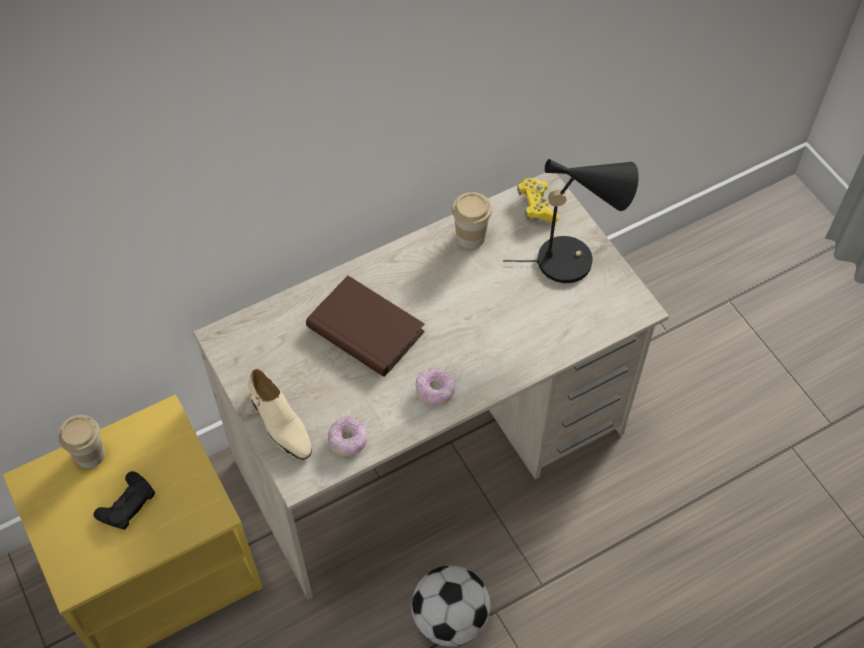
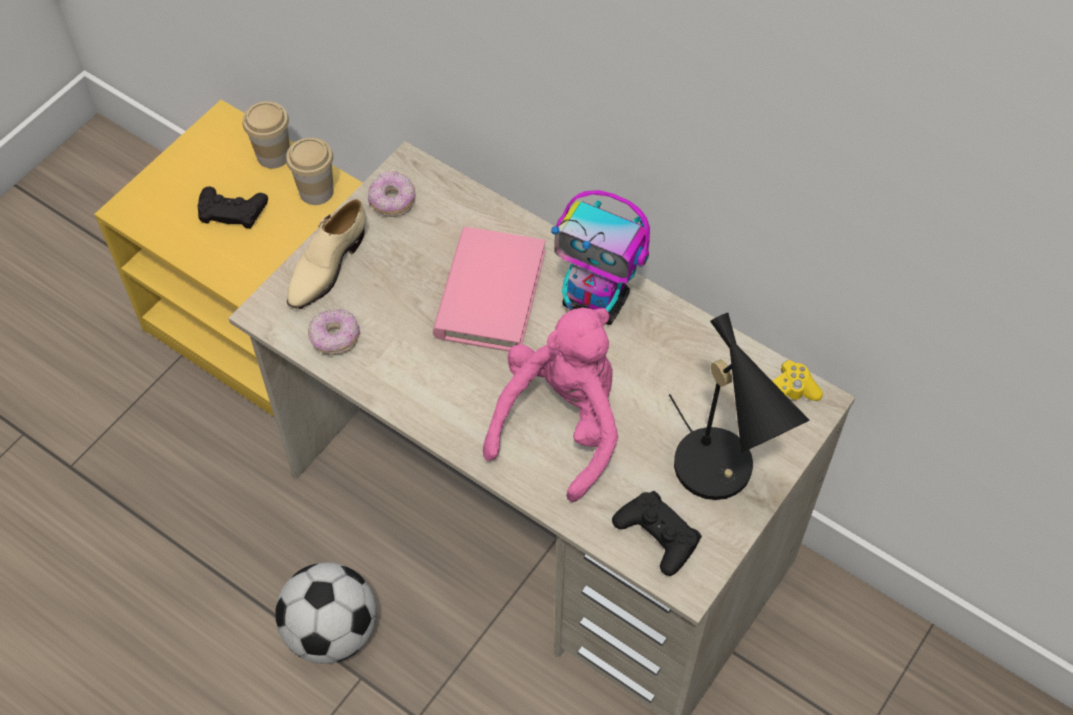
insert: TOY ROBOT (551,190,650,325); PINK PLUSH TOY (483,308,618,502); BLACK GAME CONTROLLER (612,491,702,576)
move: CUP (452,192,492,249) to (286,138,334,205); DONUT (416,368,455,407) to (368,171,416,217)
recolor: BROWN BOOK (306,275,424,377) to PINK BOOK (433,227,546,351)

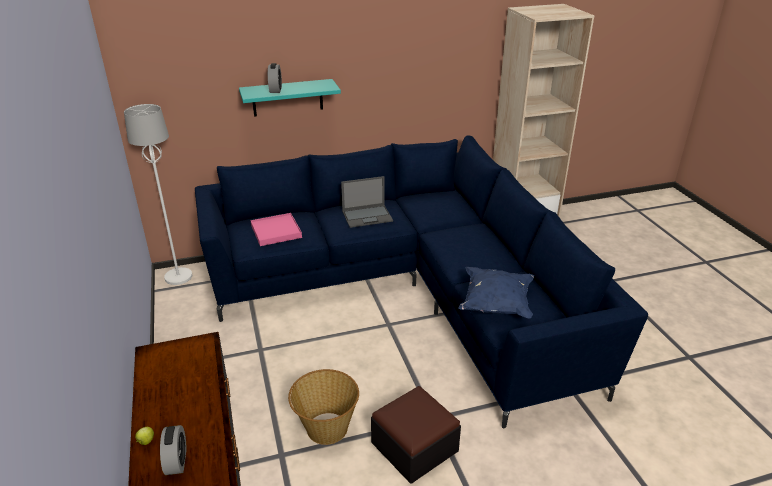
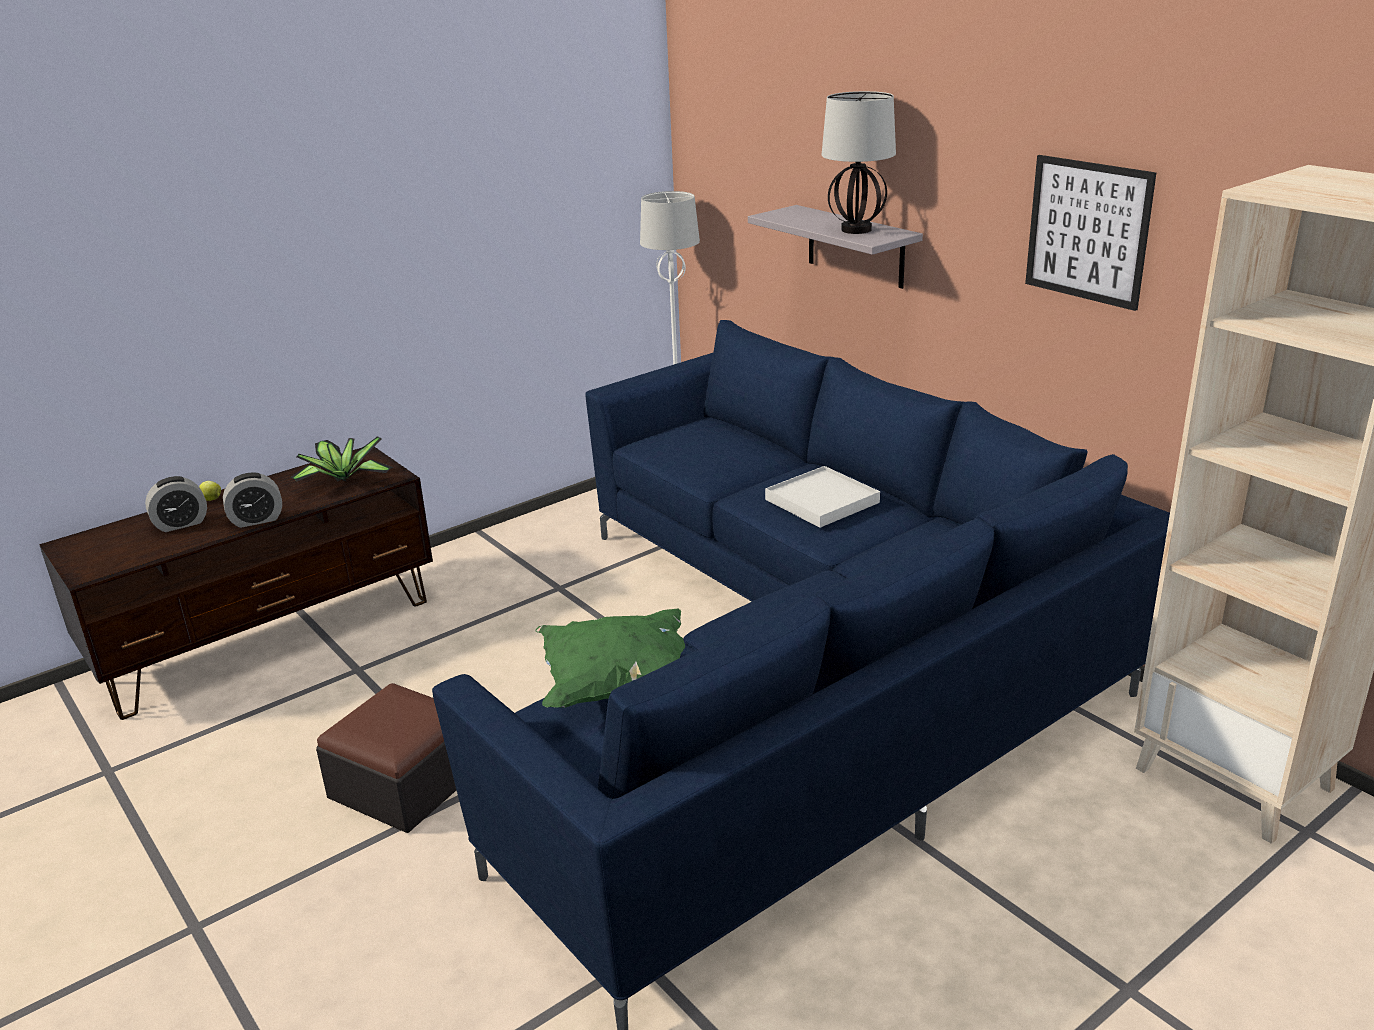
delete: PINK TRAY (251,213,302,246); BASKET (288,369,359,445)
insert: TABLE LAMP (821,91,896,234); PICTURE (1025,155,1156,311); POTTED PLANT (290,436,394,482)
move: ALARM CLOCK (268,63,282,93) to (223,473,282,528)
replace: LAPTOP (341,176,393,228) to WHITE TRAY (765,466,880,528)
recolor: TURQUOISE SHELF (239,79,341,117) to GREY SHELF (748,205,923,289); BLUE PILLOW (458,267,534,318) to GREEN PILLOW (535,608,685,708)

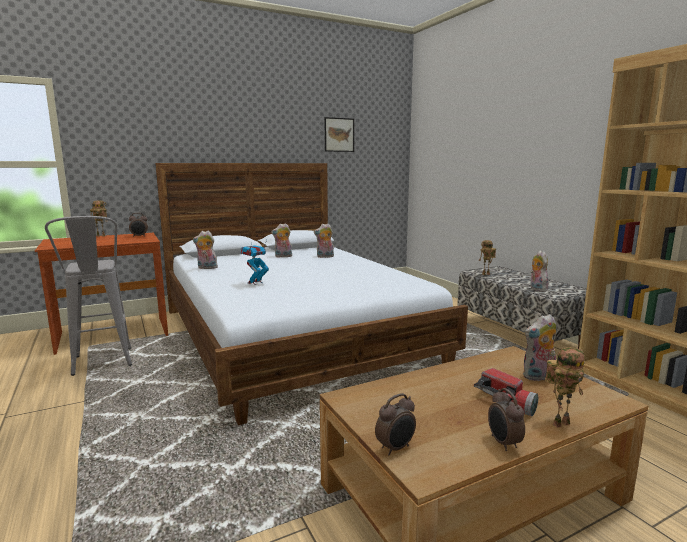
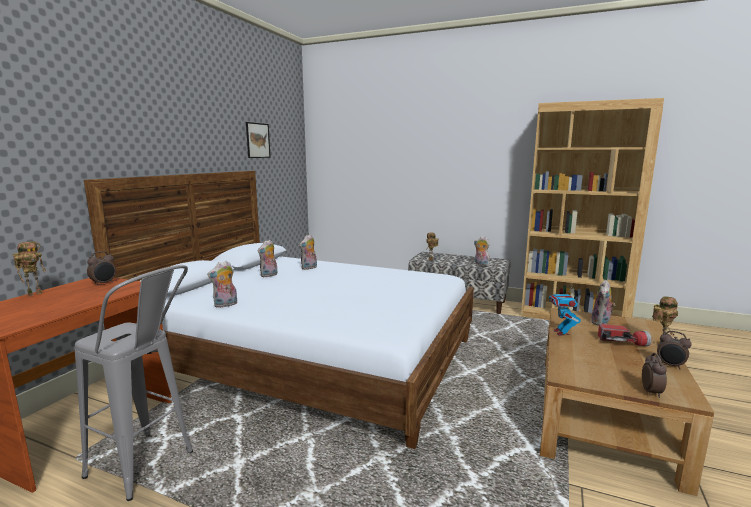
move: TOY ROBOT (241,240,269,285) to (549,286,581,336)

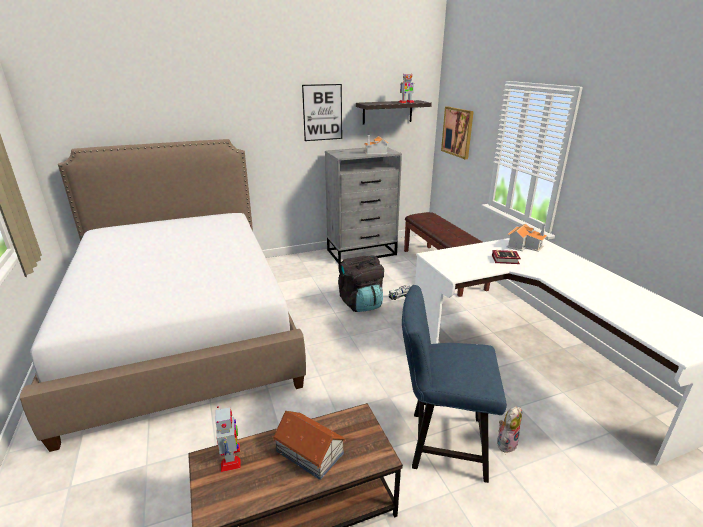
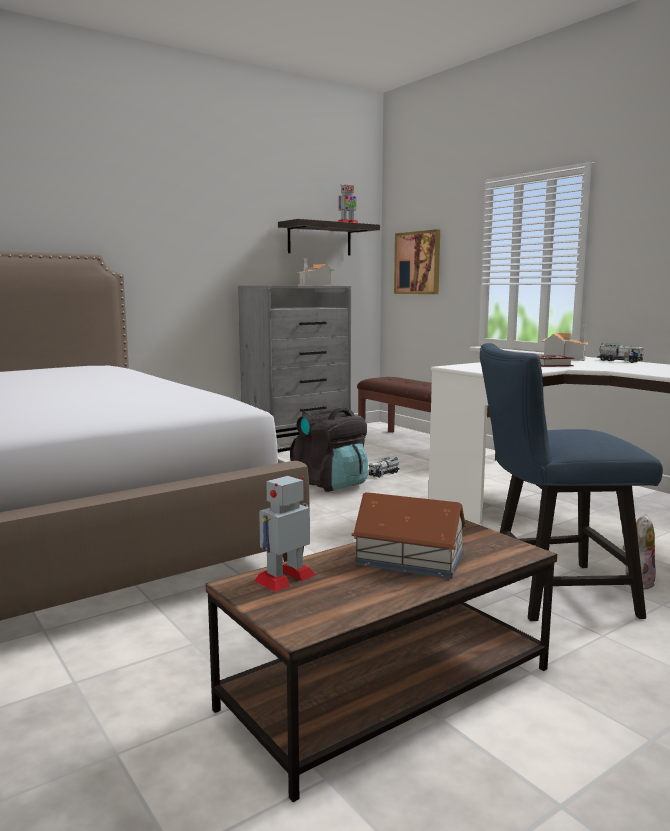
delete: PICTURE (302,84,342,141)
insert: TOY TRUCK (597,343,644,363)
rotate: TOY ROBOT (216,406,241,472) = (254,476,316,592) 105 degrees counterclockwise

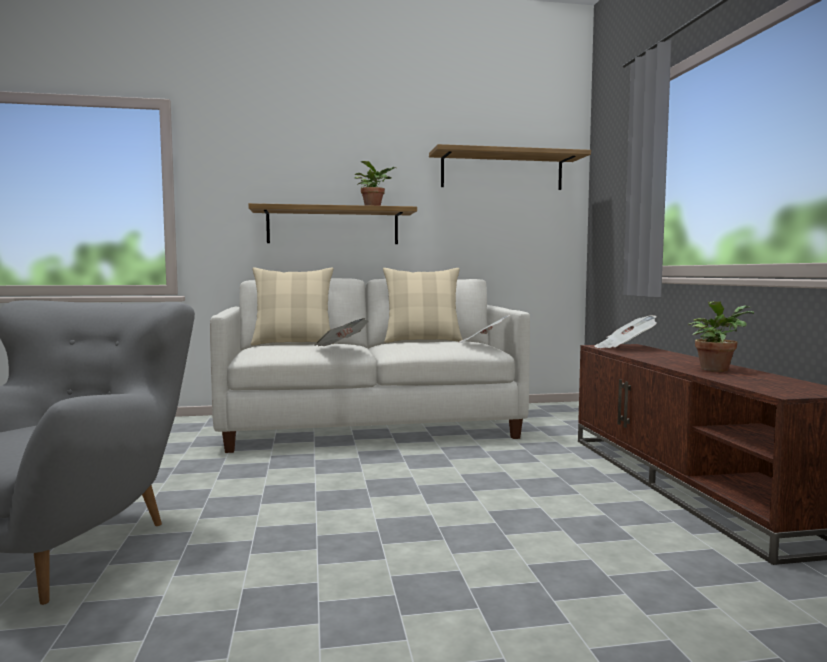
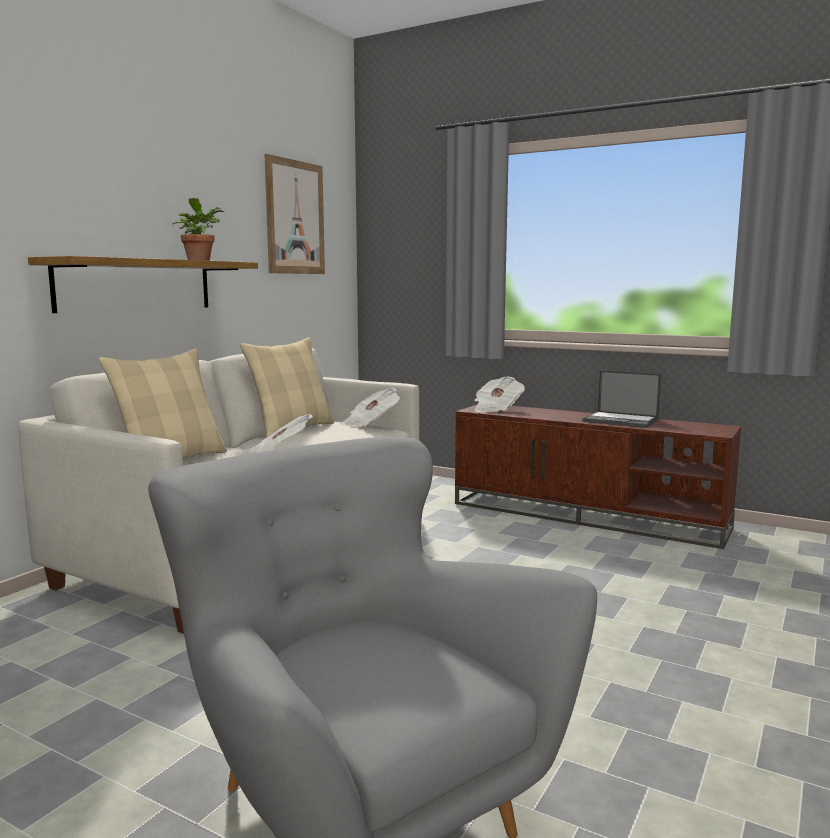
replace: SHELF (429,144,591,190) to PICTURE (265,154,325,274); POTTED PLANT (688,301,754,372) to LAPTOP (583,370,662,428)

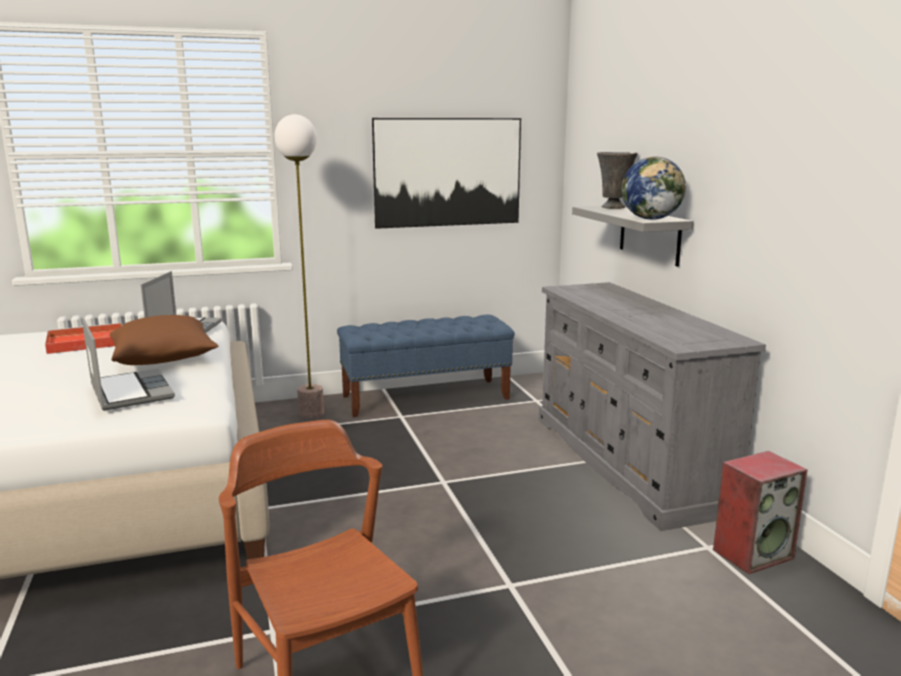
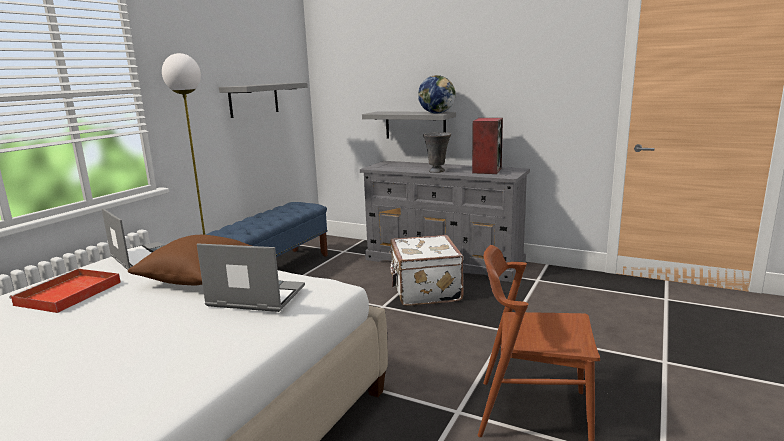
insert: WHITE SUITCASE (389,235,464,306)
move: GREY VASE (597,152,638,209) to (423,132,451,173); SPEAKER (713,451,808,574) to (472,118,503,174)
replace: PICTURE (372,118,521,229) to GREY SHELF (219,83,308,118)

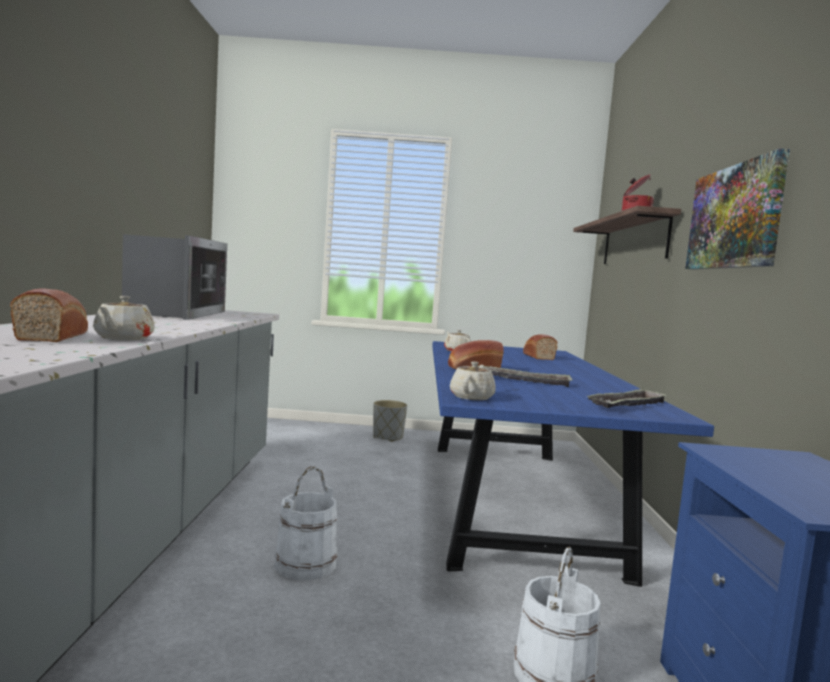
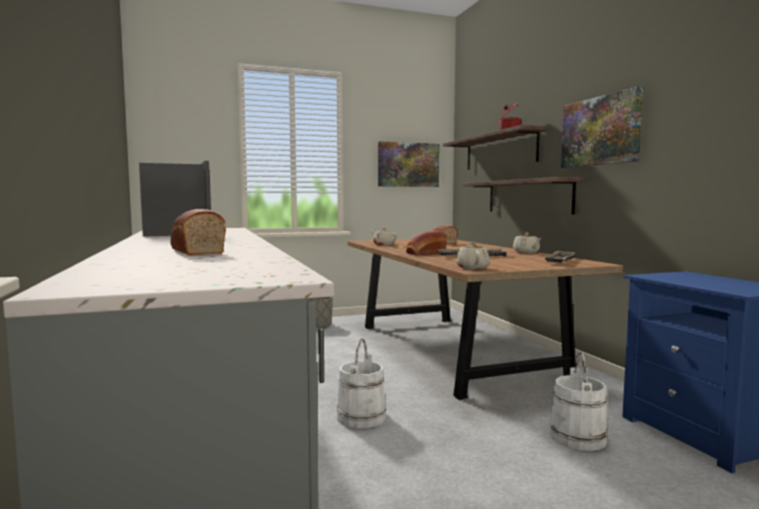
insert: PICTURE (378,141,439,187); SHELF (464,177,586,215)
move: BEIGE TEAPOT (93,296,155,340) to (513,232,541,253)
recolor: BLUE DINING TABLE (432,341,714,587) to BROWN DINING TABLE (347,239,623,400)

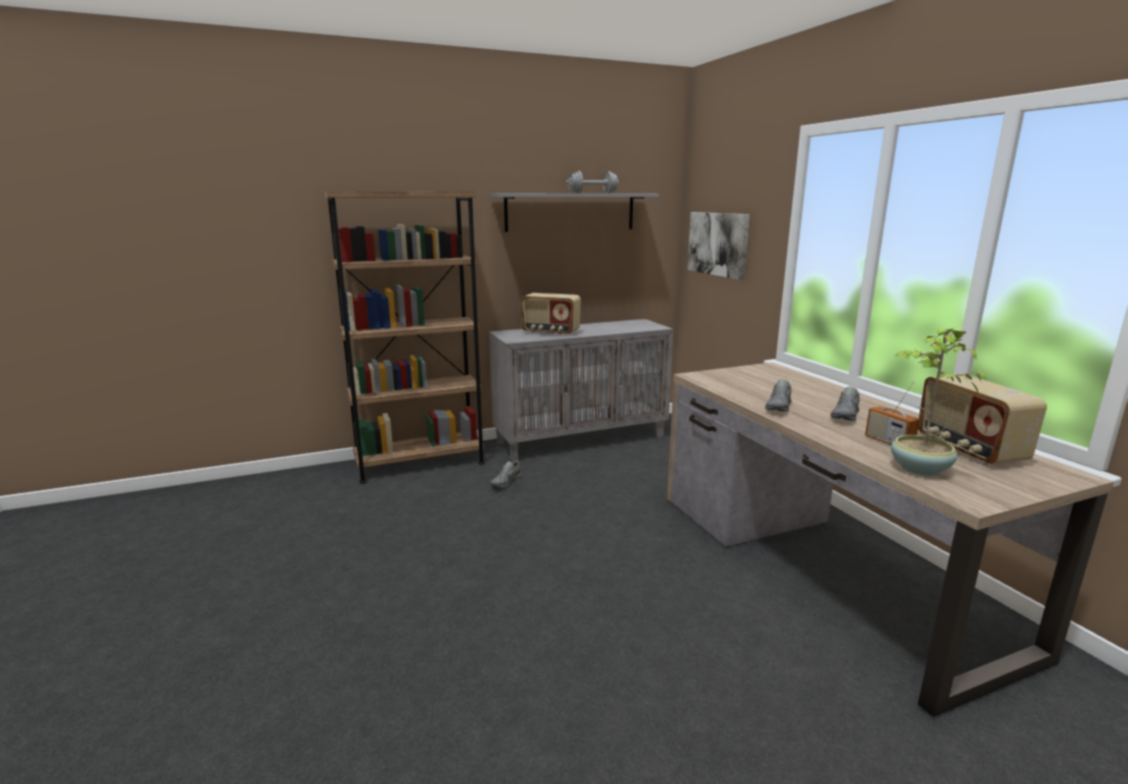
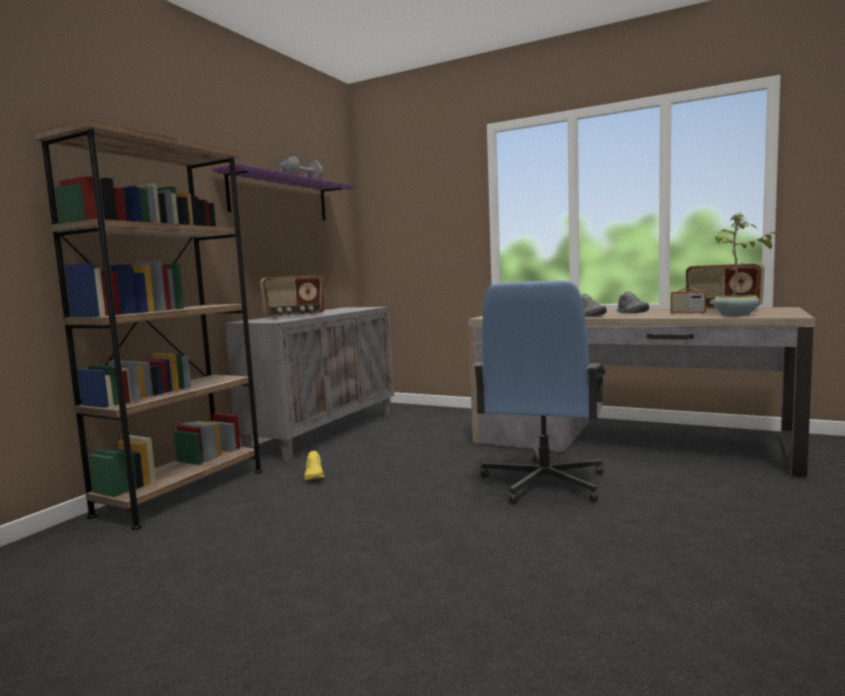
delete: PICTURE (687,212,750,280)
insert: BLUE OFFICE CHAIR (473,280,606,504)
recolor: GREY SHELF (490,194,659,232) to PURPLE SHELF (213,164,353,221); GREY SHOE (490,461,522,487) to YELLOW SHOE (304,451,324,480)

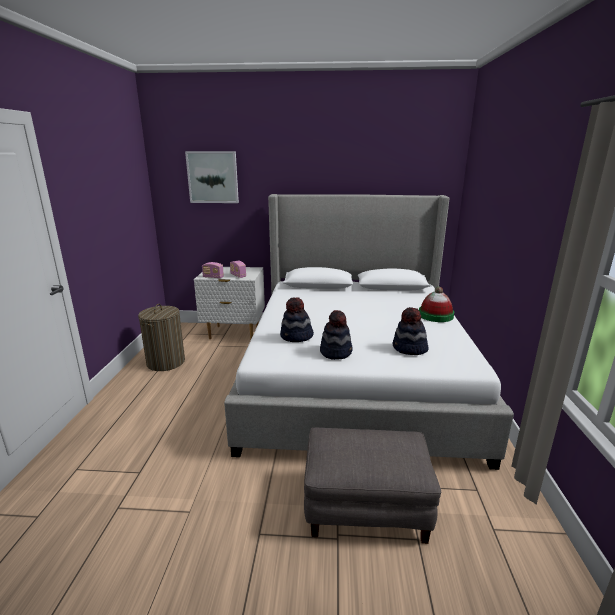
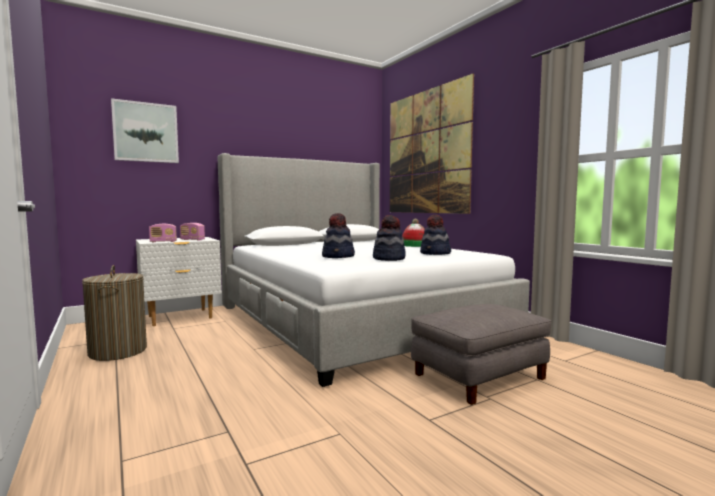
insert: PICTURE (390,74,474,214)

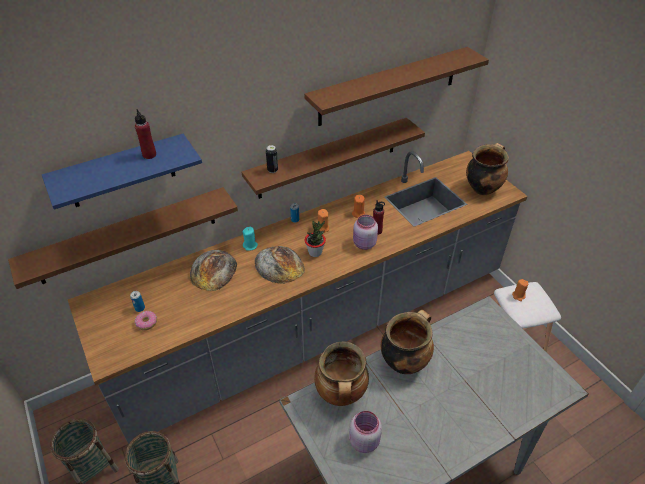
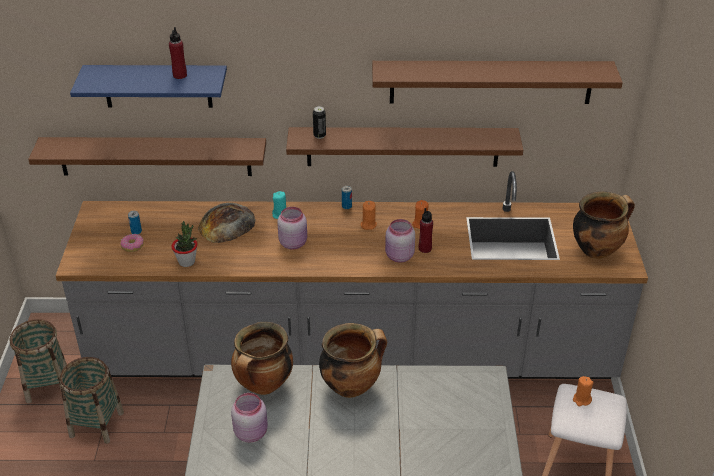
move: POTTED PLANT (305,221,326,257) to (171,221,198,267)
replace: BREAD (255,246,305,284) to PINK JAR (277,207,307,250)

